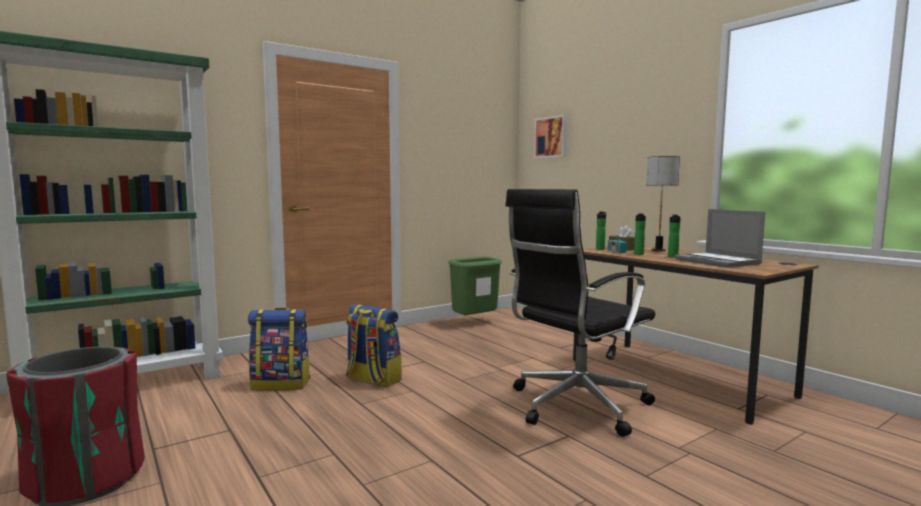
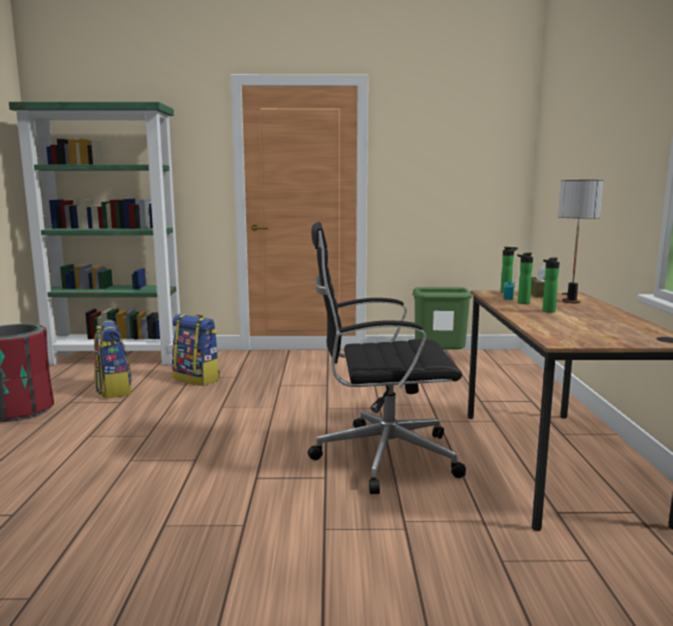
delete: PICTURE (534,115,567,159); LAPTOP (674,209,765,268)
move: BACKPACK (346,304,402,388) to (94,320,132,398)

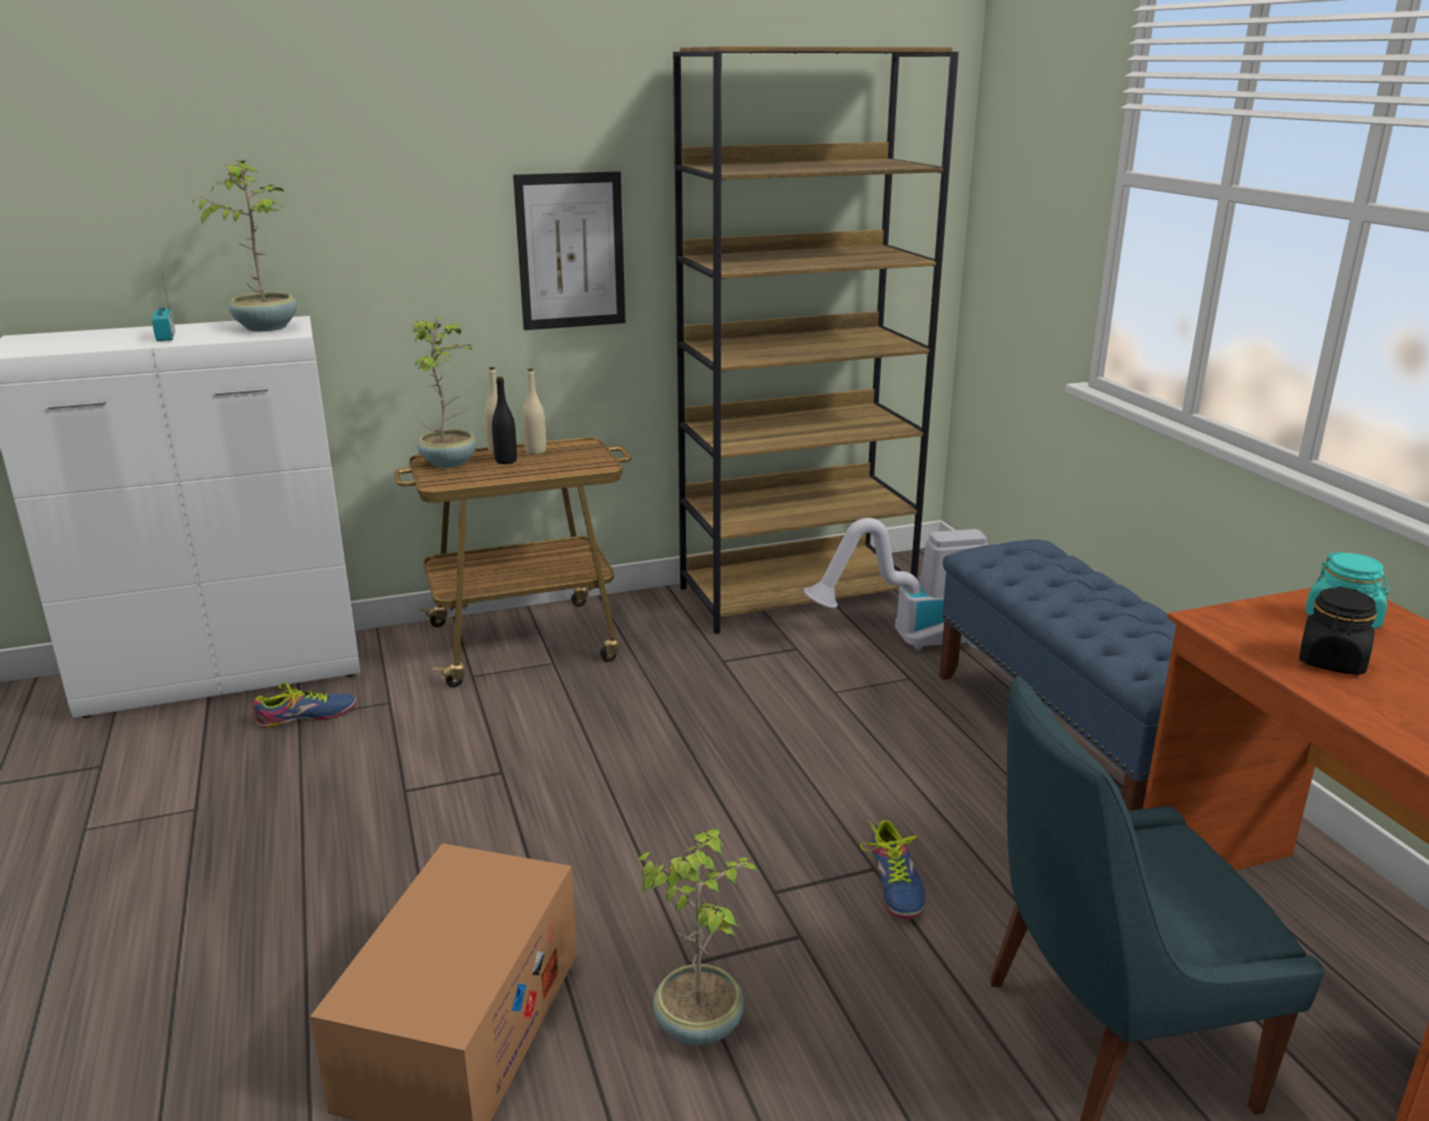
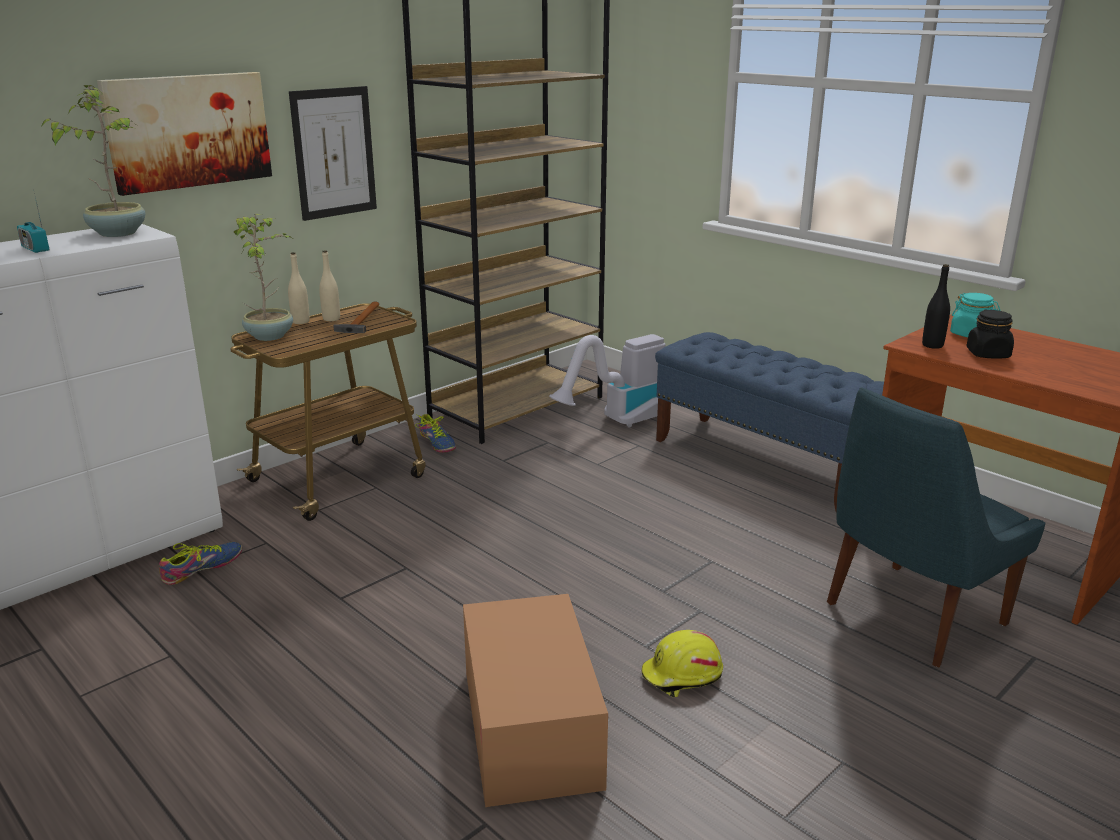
insert: PICTURE (97,72,272,196); HAMMER (333,302,379,333)
move: BLACK BOTTLE (492,376,517,464) to (922,264,950,349); SHOE (860,820,926,919) to (415,414,456,453)
replace: POTTED PLANT (637,828,758,1045) to YELLOW HARD HAT (642,630,723,697)

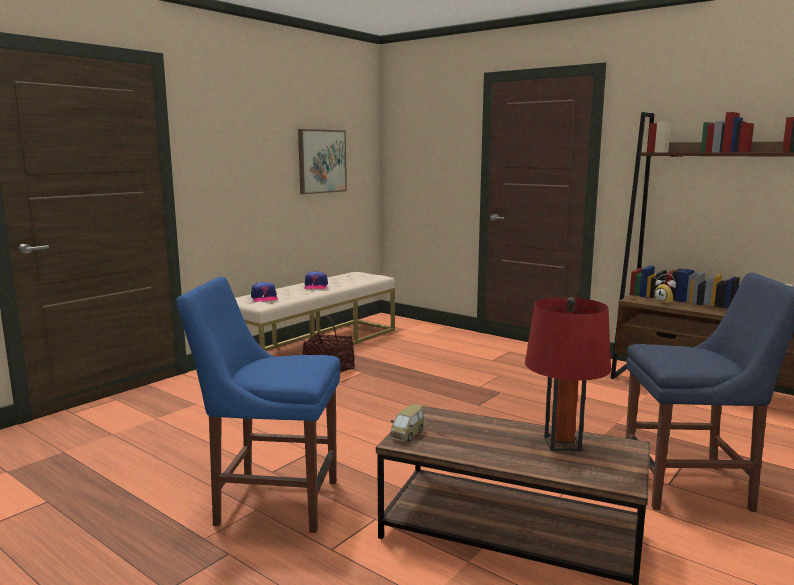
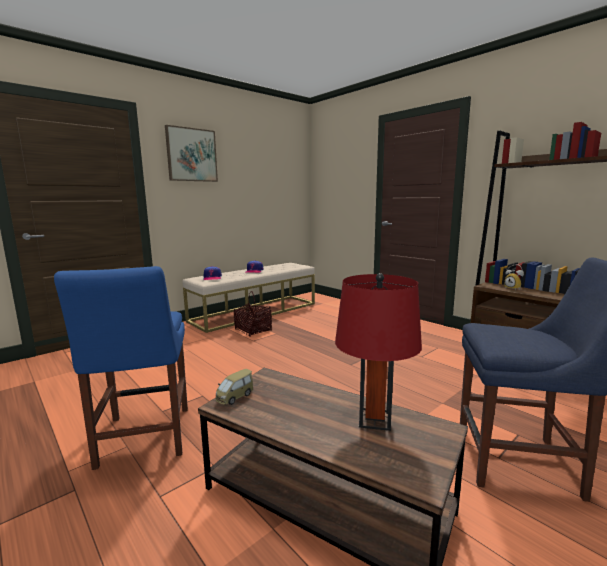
move: PICTURE (298,129,347,194) to (165,125,218,182)
rotate: BLUE CHAIR (177,277,340,533) = (54,266,188,470) 120 degrees counterclockwise

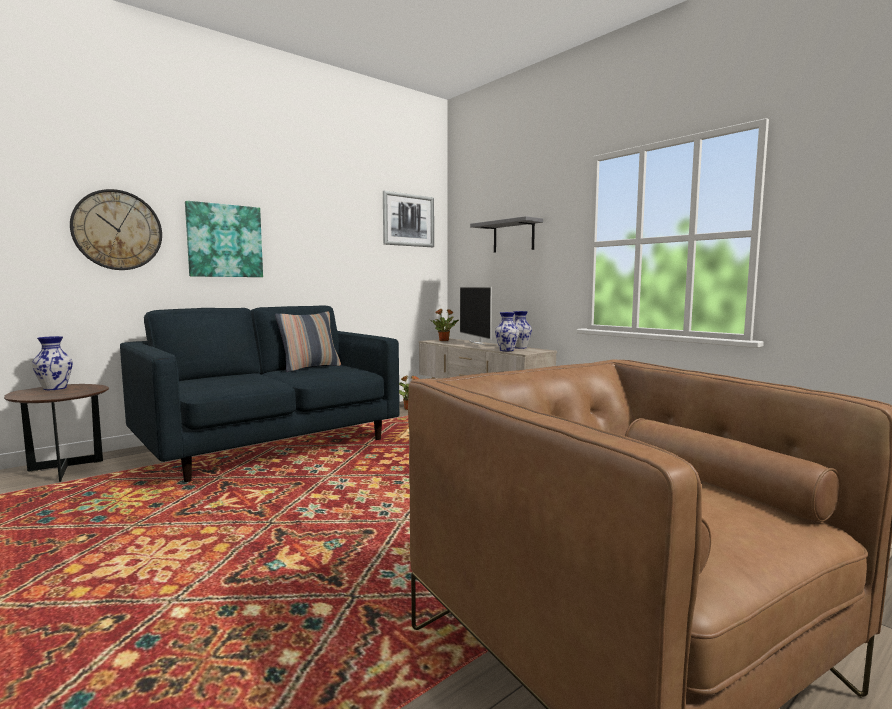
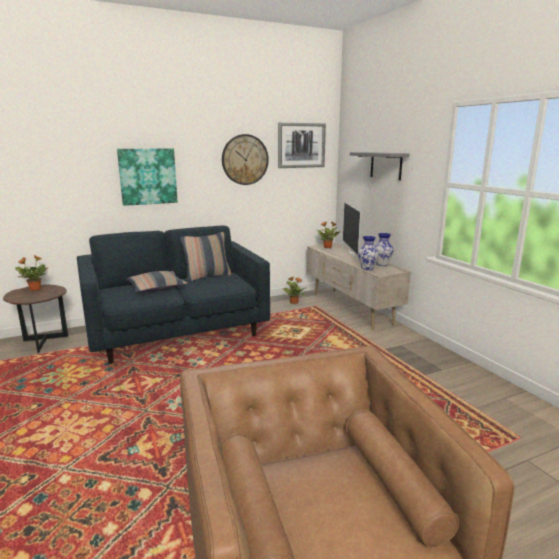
insert: PILLOW (126,271,188,292)
move: WALL CLOCK (70,189,162,270) to (222,134,269,185)
replace: VASE (32,336,73,390) to POTTED PLANT (15,255,49,291)

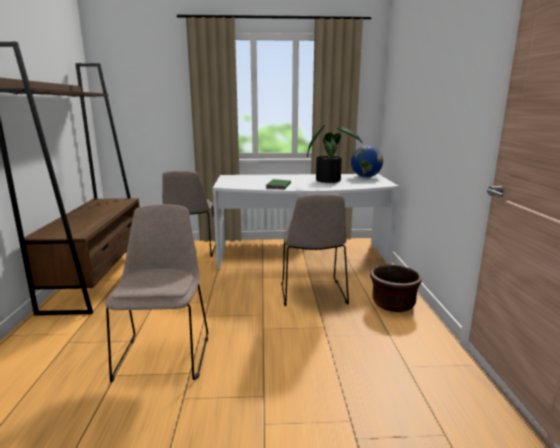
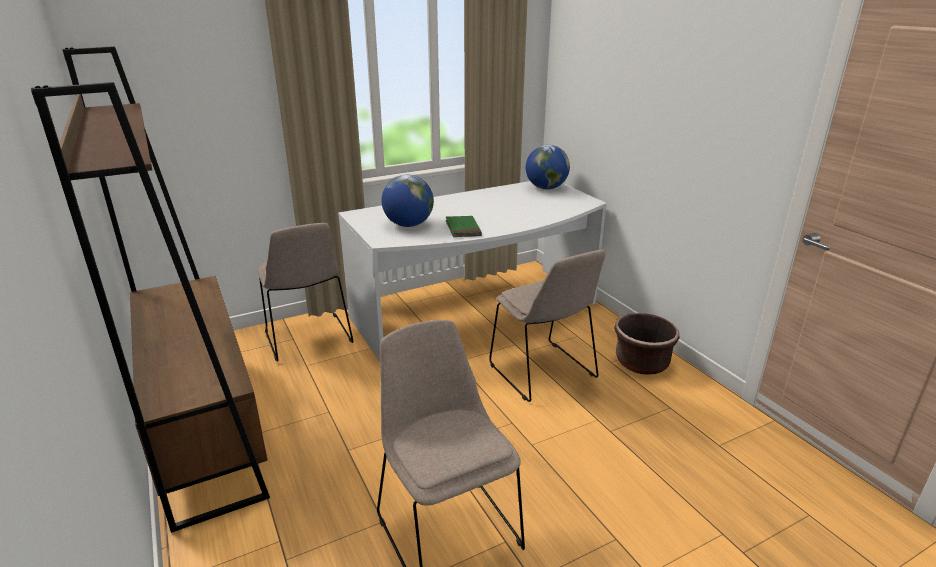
delete: POTTED PLANT (307,125,363,183)
insert: GLOBE (382,175,434,227)

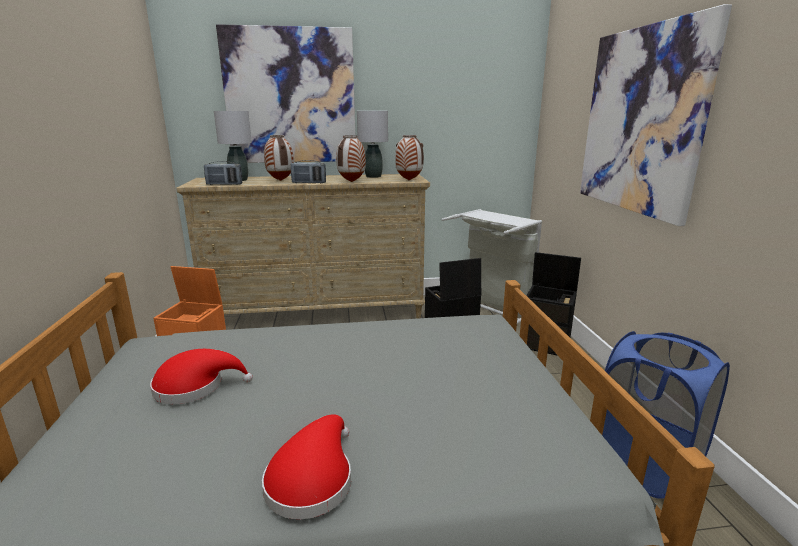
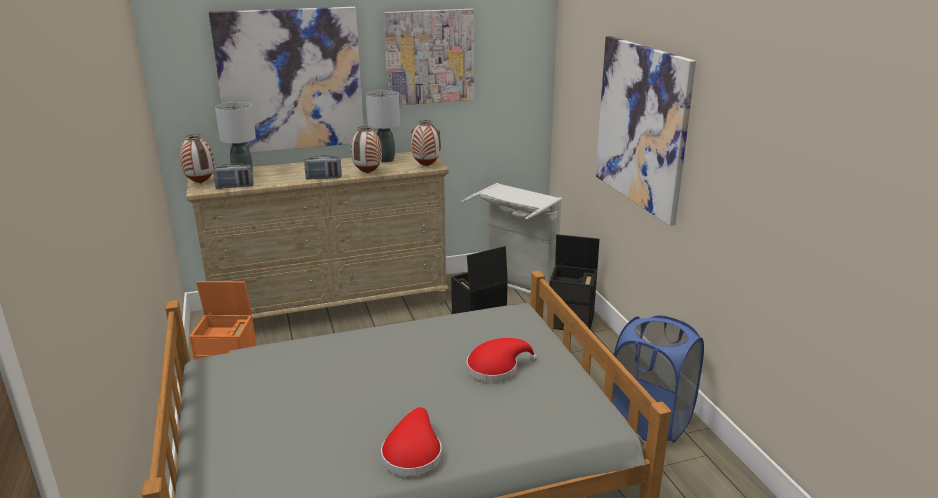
insert: PICTURE (384,9,474,105)
move: VASE (264,135,294,181) to (180,134,215,183); RED HAT (150,349,253,404) to (467,338,537,382)

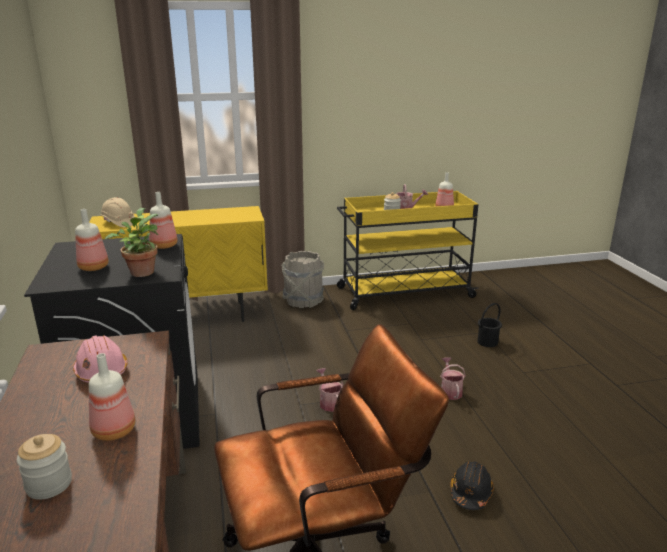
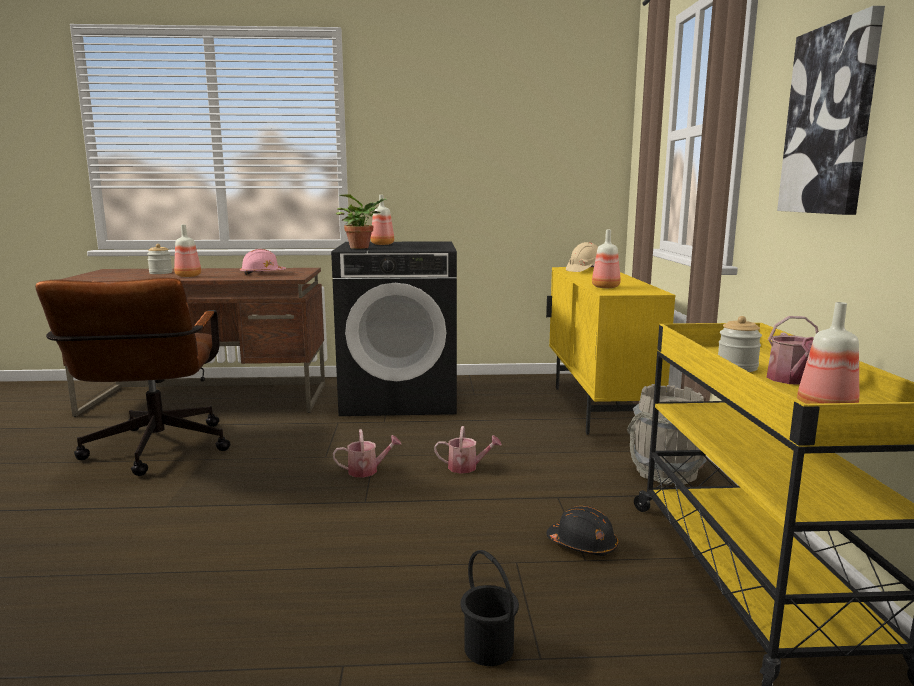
insert: PICTURE (777,6,885,215)
move: BOTTLE (149,192,178,249) to (592,230,620,288); WATERING CAN (440,357,466,400) to (434,426,502,474); BLACK HARD HAT (451,461,493,510) to (547,506,618,556)

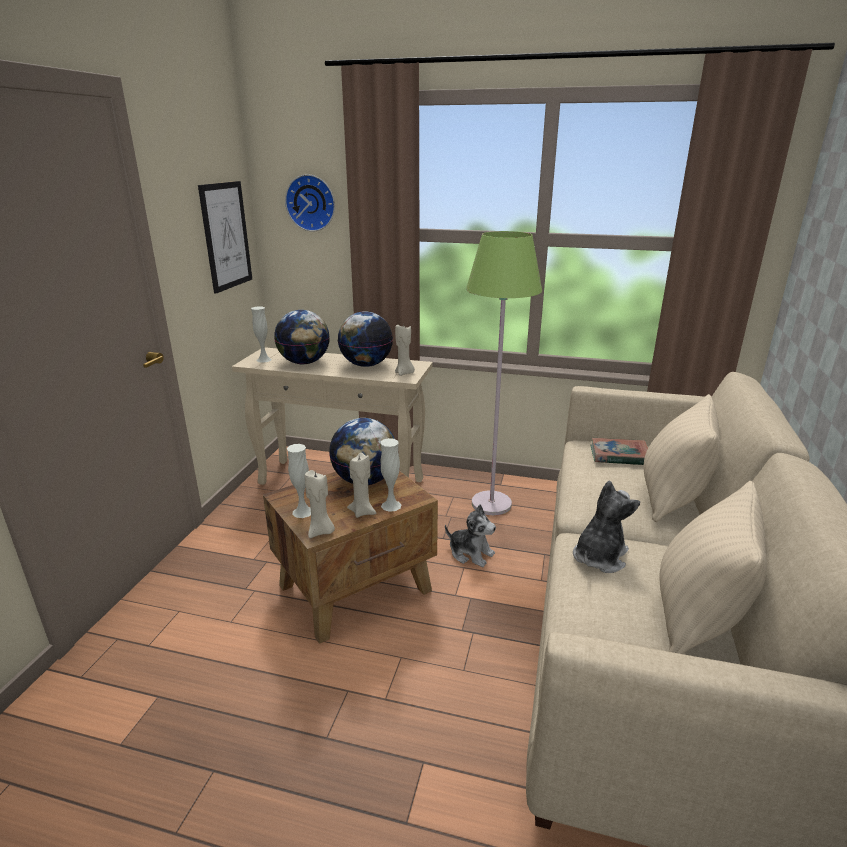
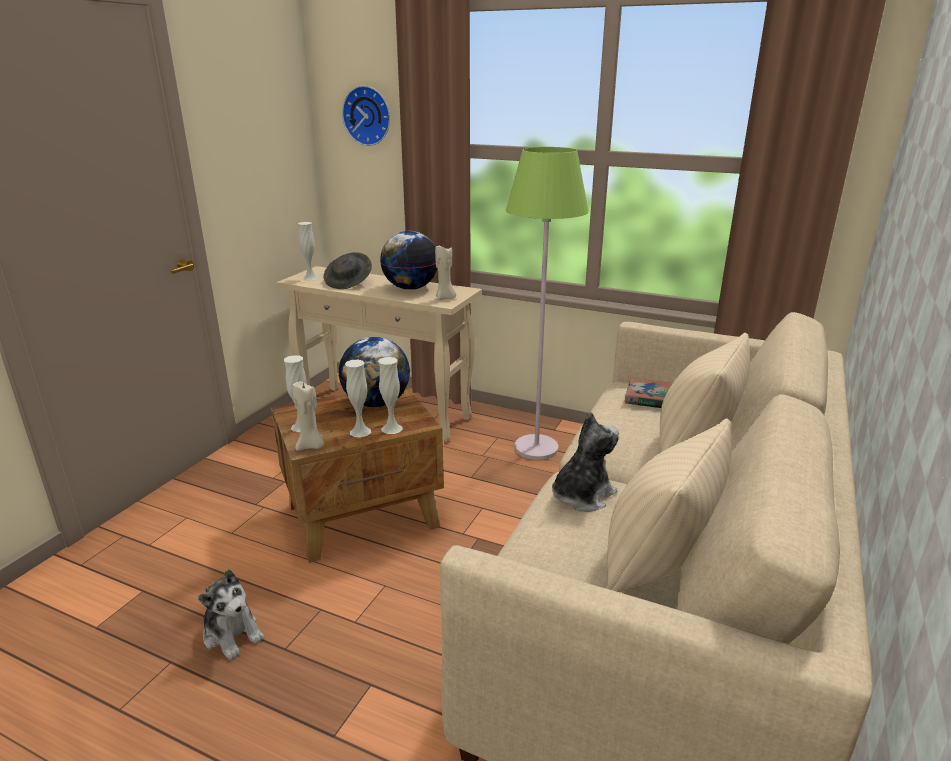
delete: PICTURE (198,181,252,294)
move: PLUSH TOY (445,504,496,567) to (198,569,264,660)
replace: GLOBE (274,310,330,364) to GREY HAT (324,252,372,289); BEIGE CANDLE (347,453,376,518) to WHITE VASE (345,360,371,437)

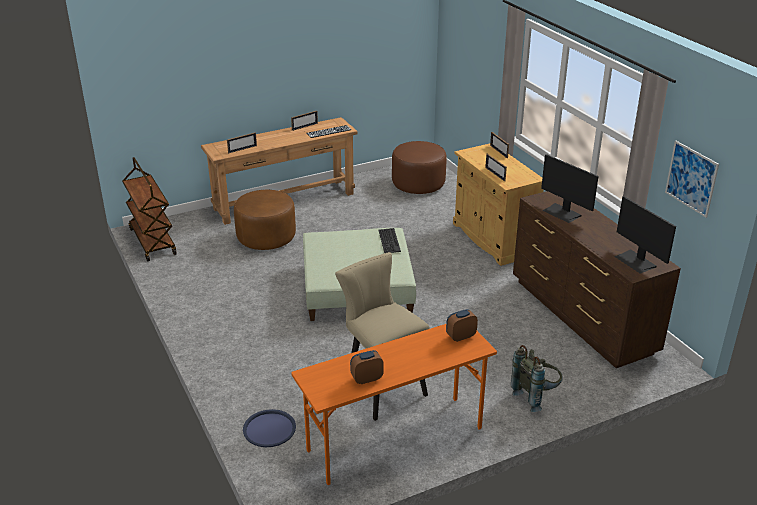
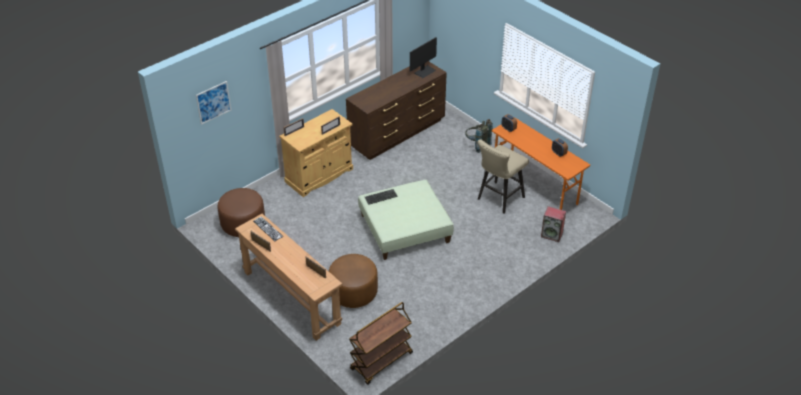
delete: MONITOR (541,154,599,223)
move: PICTURE (665,141,719,218) to (196,81,231,125)
replace: BLUE TRAY (243,409,296,447) to SPEAKER (541,206,566,242)

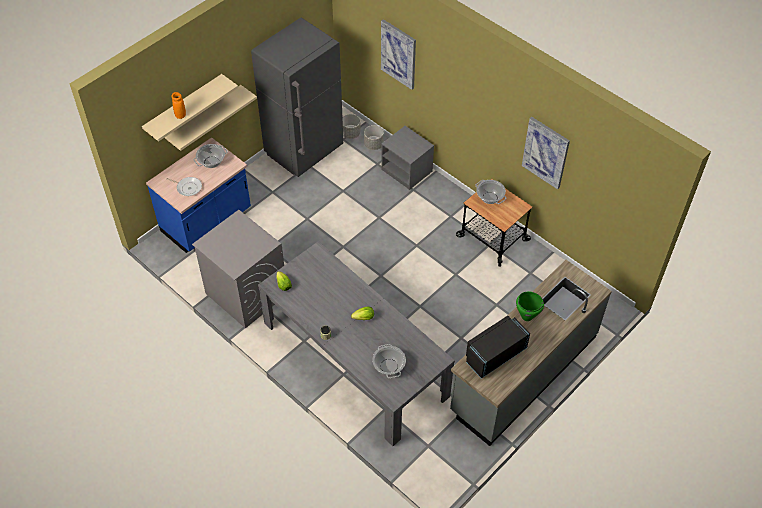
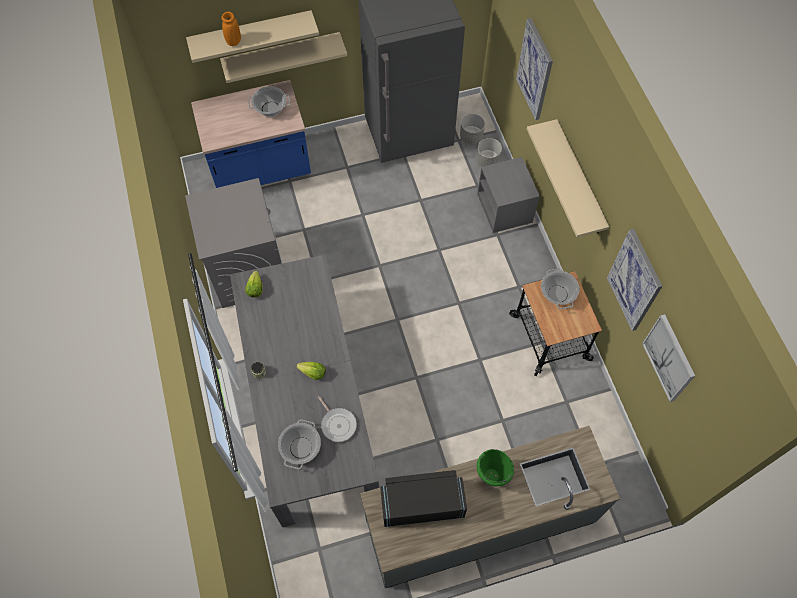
insert: BEIGE SHELF (527,119,609,237); PICTURE (642,314,695,402)
move: FRYING PAN (166,177,202,196) to (318,396,357,442)

